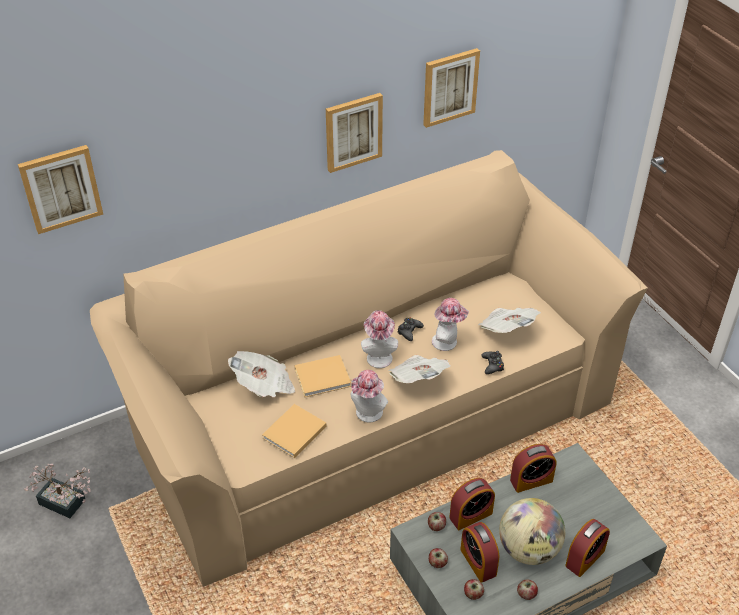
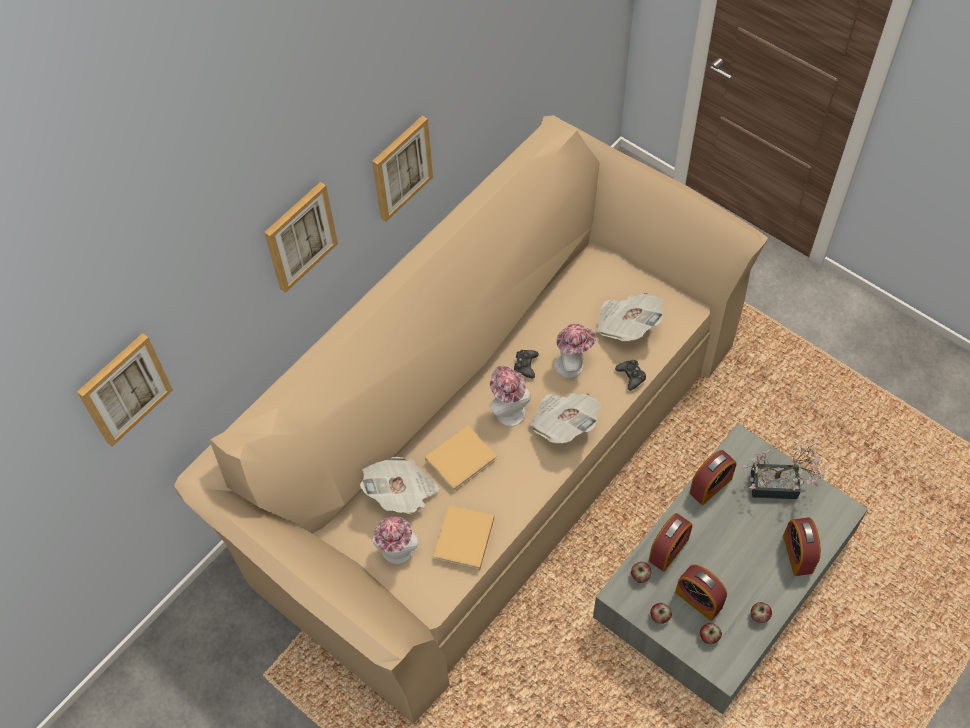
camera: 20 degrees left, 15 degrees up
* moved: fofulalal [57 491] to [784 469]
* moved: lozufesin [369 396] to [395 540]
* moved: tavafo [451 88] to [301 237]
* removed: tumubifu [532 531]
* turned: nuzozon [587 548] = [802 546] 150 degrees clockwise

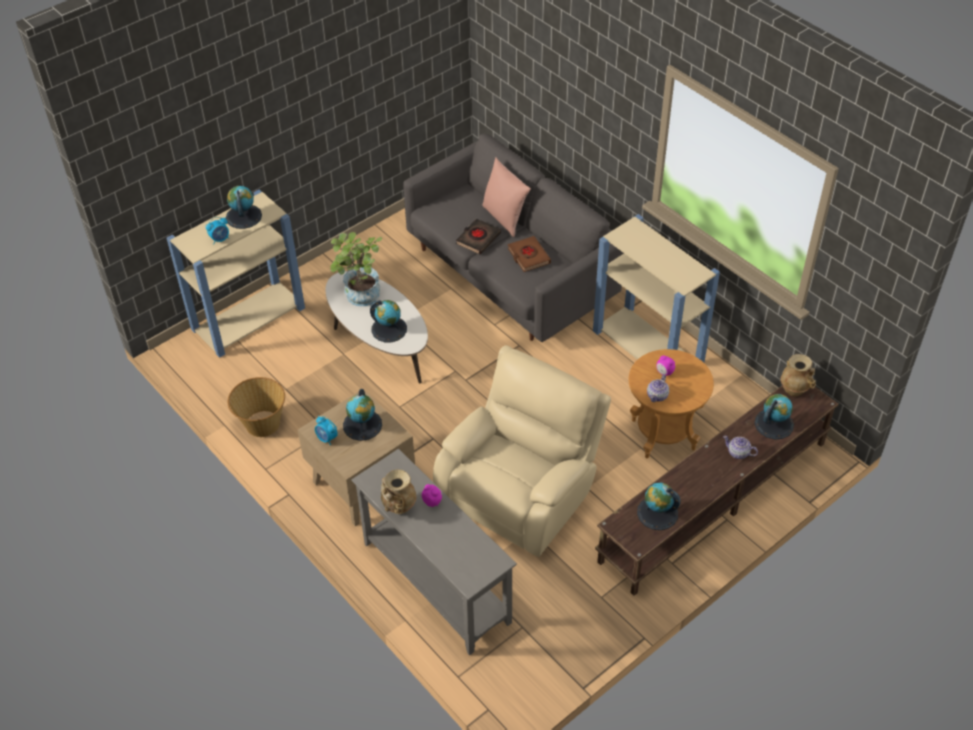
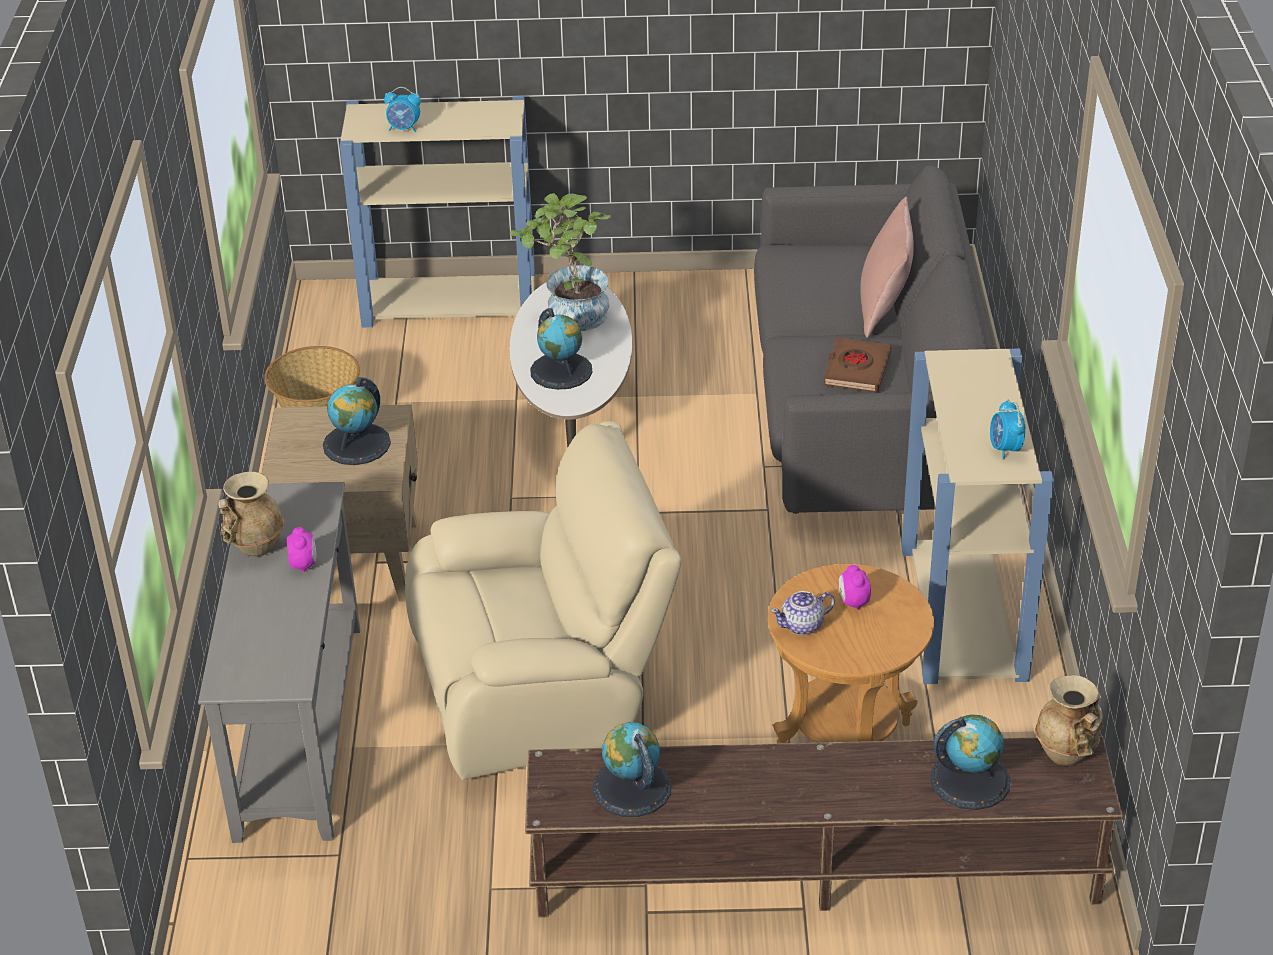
camera: 40 degrees right, 10 degrees down
* removed: tumubifu [244 207]
* moved: nuzozon [326 430] to [1008 429]
* removed: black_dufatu [478 237]
* removed: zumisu [740 447]

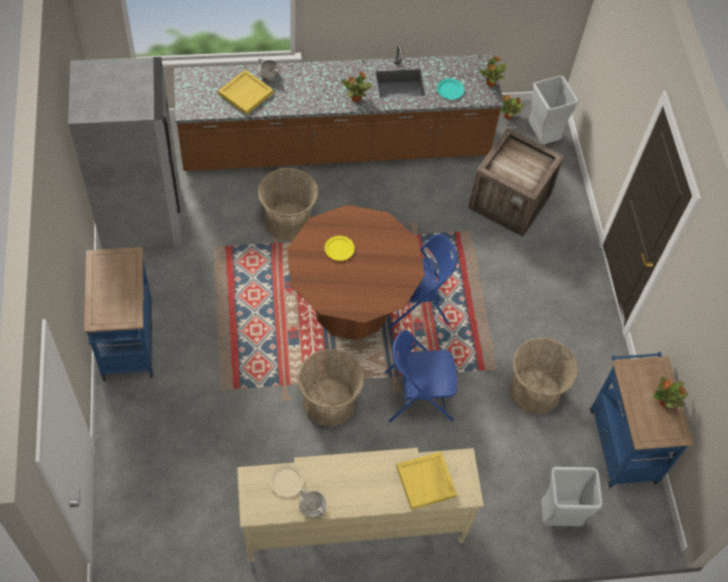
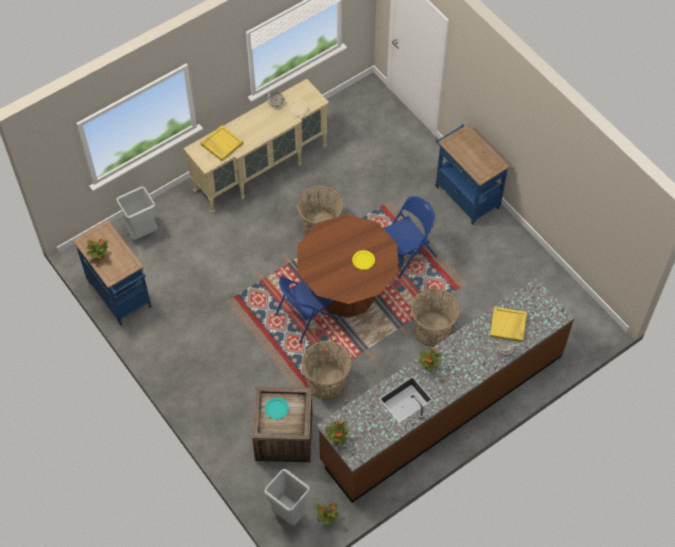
camera: 155 degrees right, 0 degrees up
* removed: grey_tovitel [125 153]
* moved: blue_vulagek [421 376] to [410 237]
* moved: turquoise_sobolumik [450 89] to [277 408]
* moved: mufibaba [543 376] to [326 370]

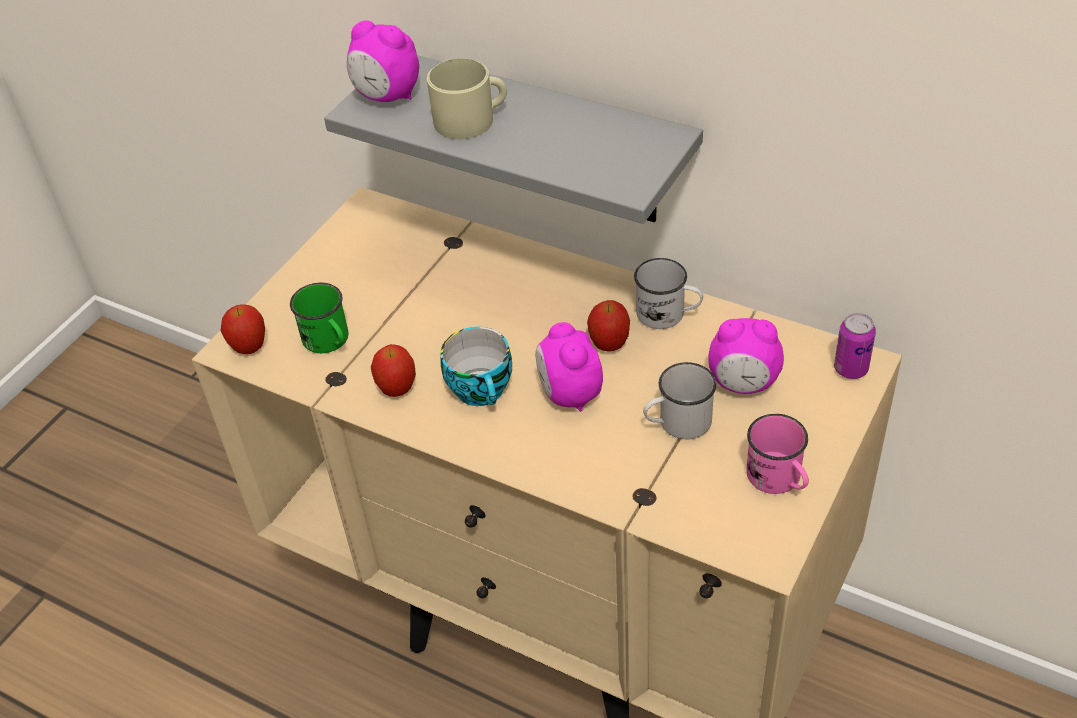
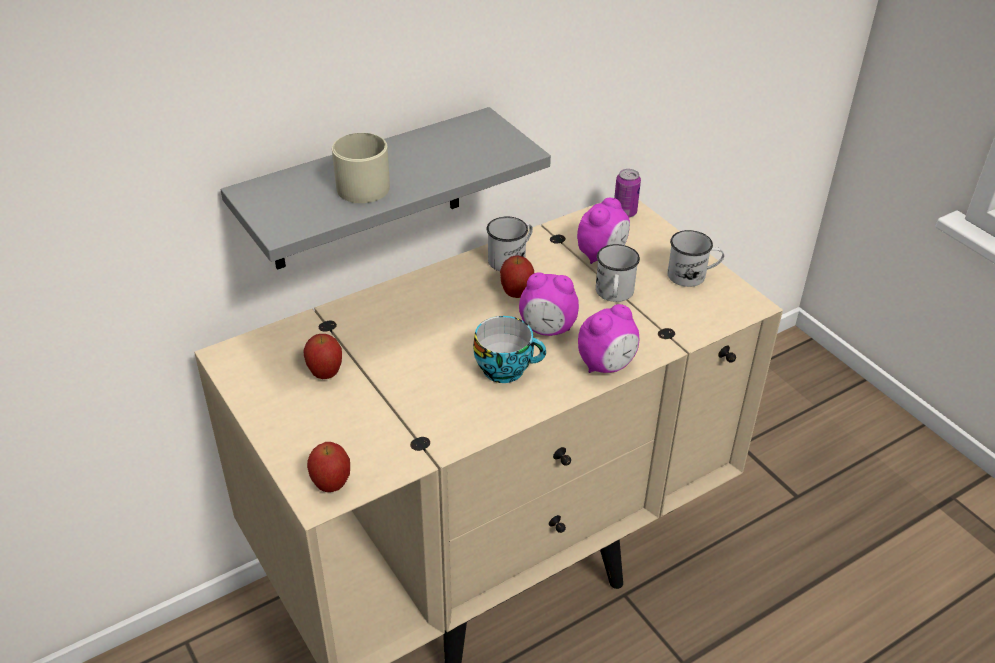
camera: 65 degrees left, 5 degrees down
* removed: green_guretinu [319 318]
* moved: nuzozon [383 61] to [608 338]
* moved: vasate [393 370] to [322 356]
* recoloured: pink_guretinu [777 454] to white_guretinu [696 258]

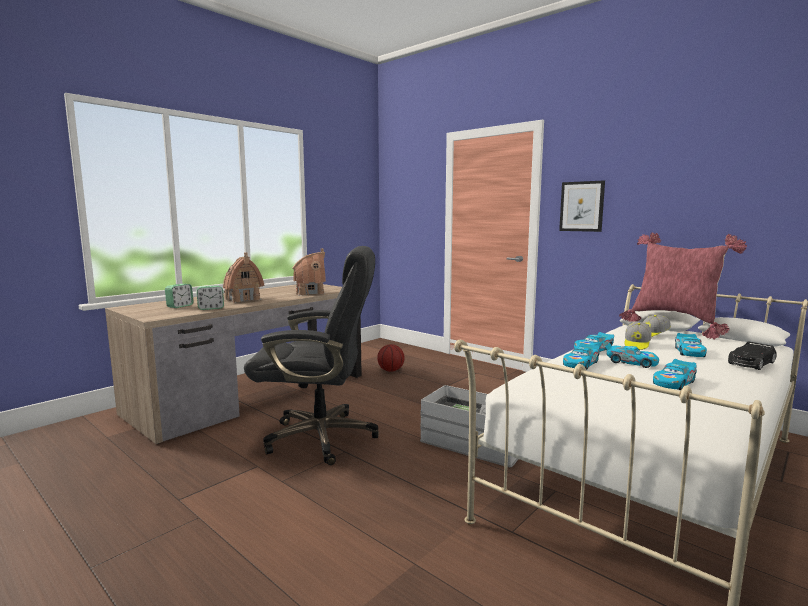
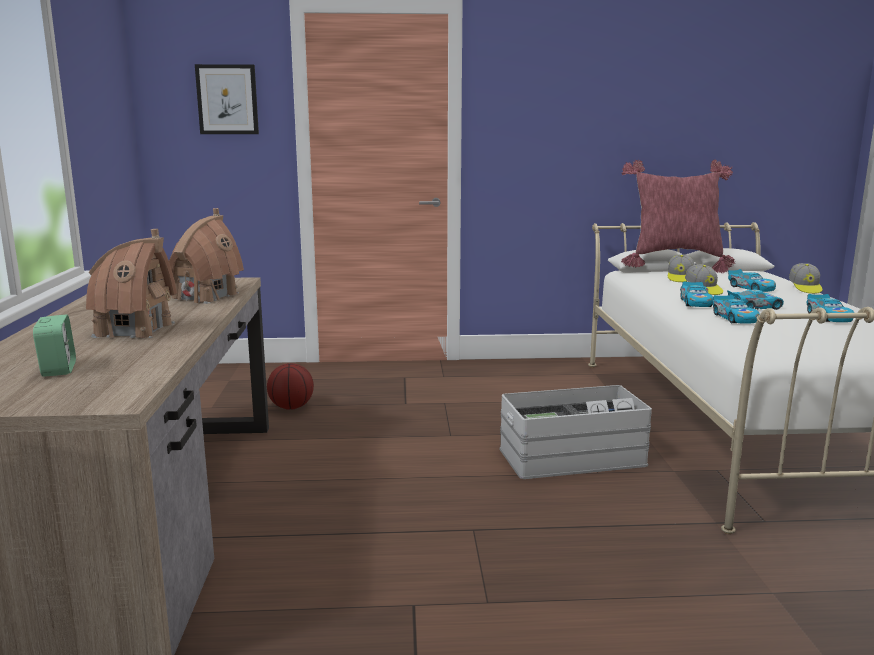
camera: 45 degrees left, 5 degrees up
* removed: nuzozon [210 298]
* removed: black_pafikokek [311 355]
* moved: tavafo [582 206] to [227 99]
* replaced: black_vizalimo [752 355] to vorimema [805 278]

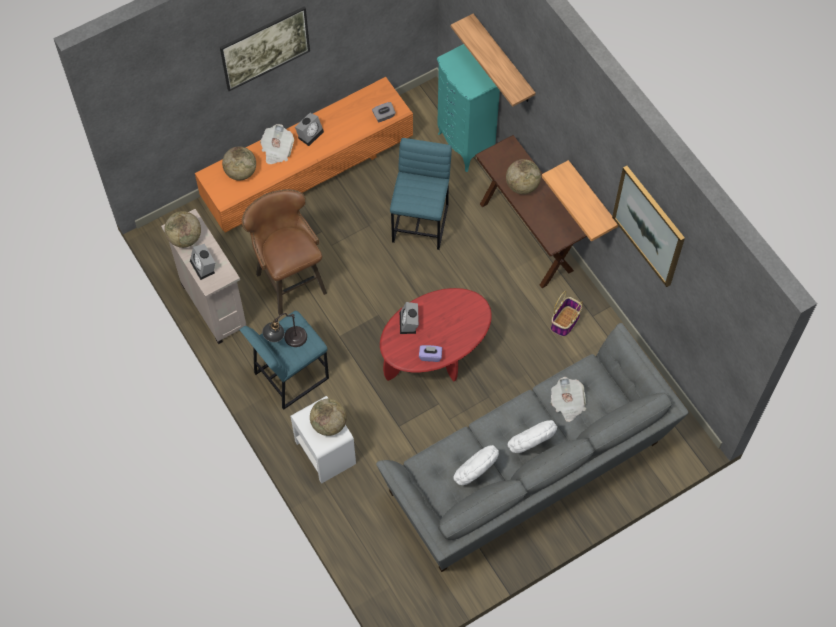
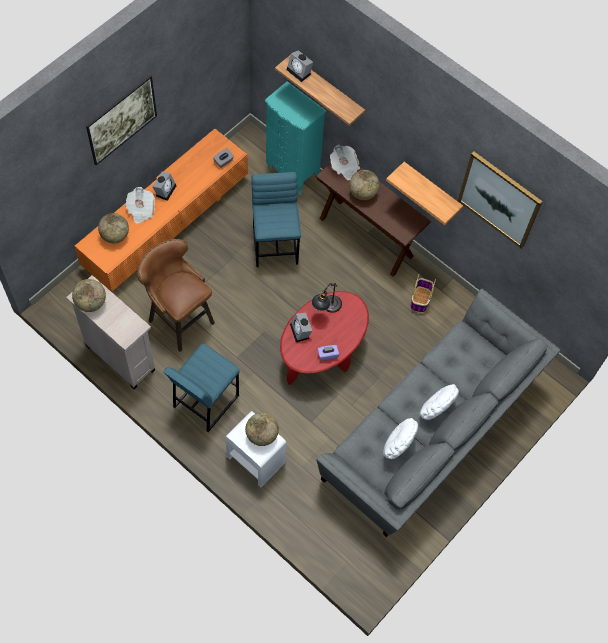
camera: 20 degrees left, 0 degrees up
* moved: nuzozon [202 262] to [300 66]
* moved: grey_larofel [284 330] to [326 298]
* moved: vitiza [568 399] to [345 162]

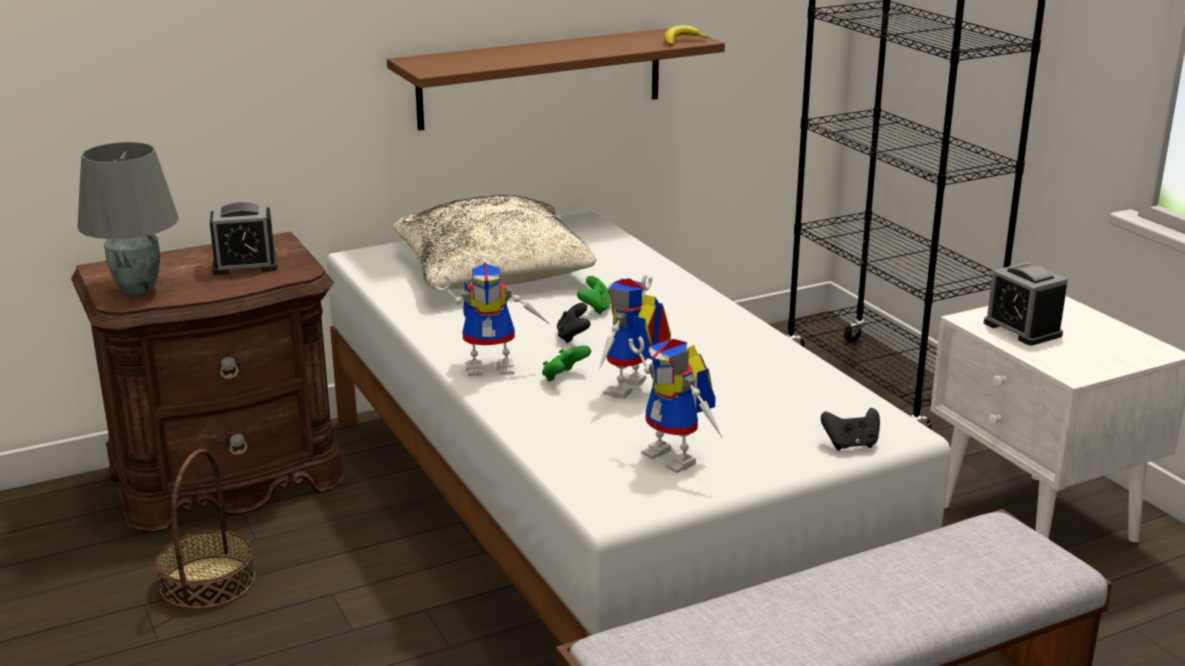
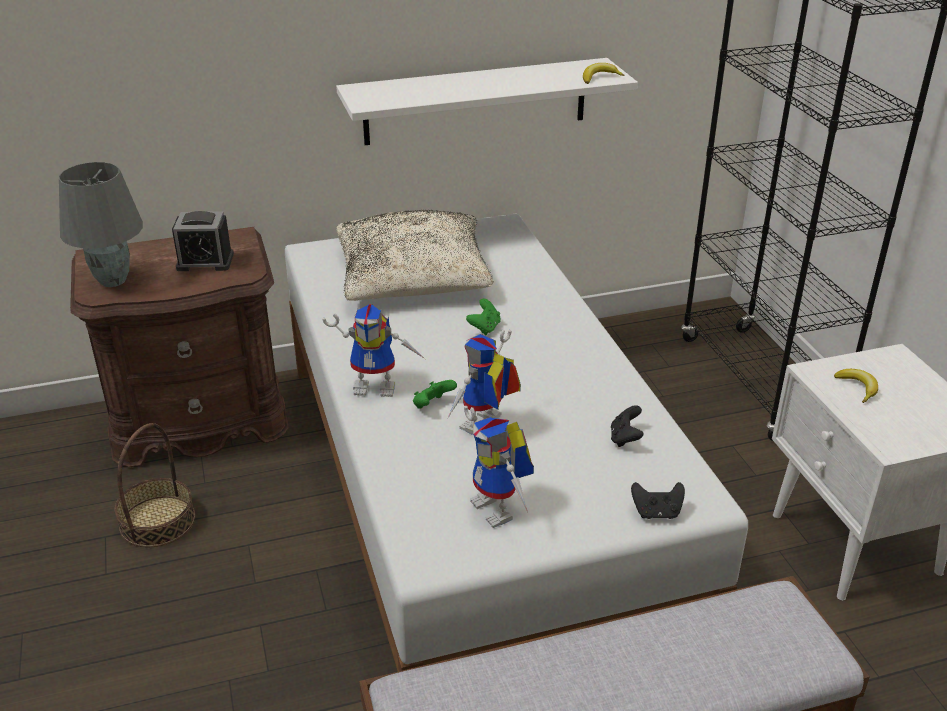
camera: 10 degrees right, 10 degrees up
* recoloured: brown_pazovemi [556 79] to white_pazovemi [487 101]
* moved: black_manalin [574 323] to [627 426]
* replaced: nuzozon [1026 303] to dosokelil [856 386]

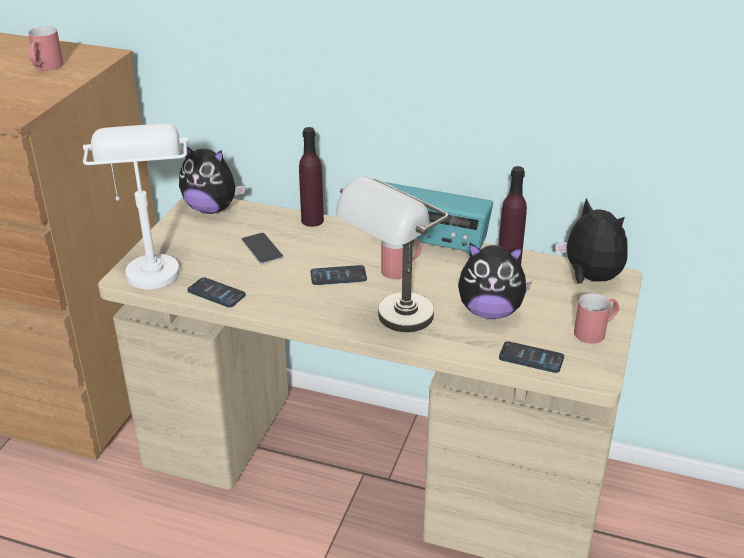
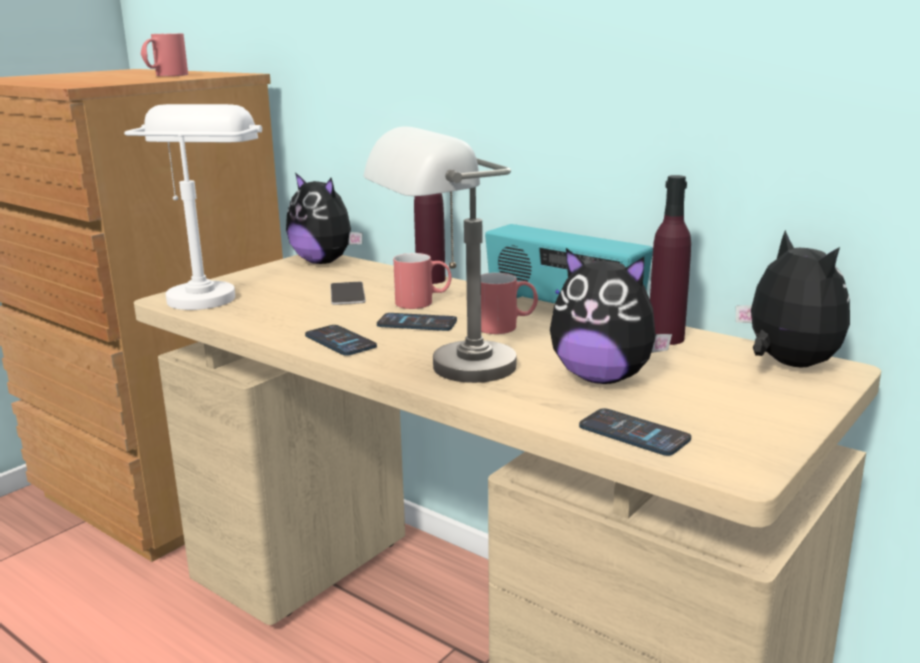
camera: 20 degrees right, 15 degrees down
* moved: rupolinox [216 292] to [341 340]
* moved: red_guretinu [596 318] to [422 281]

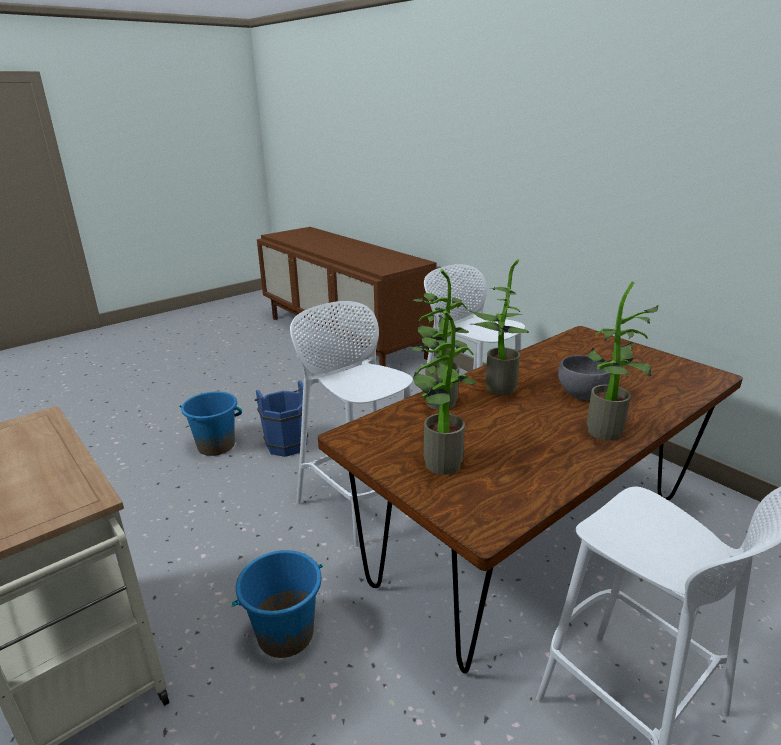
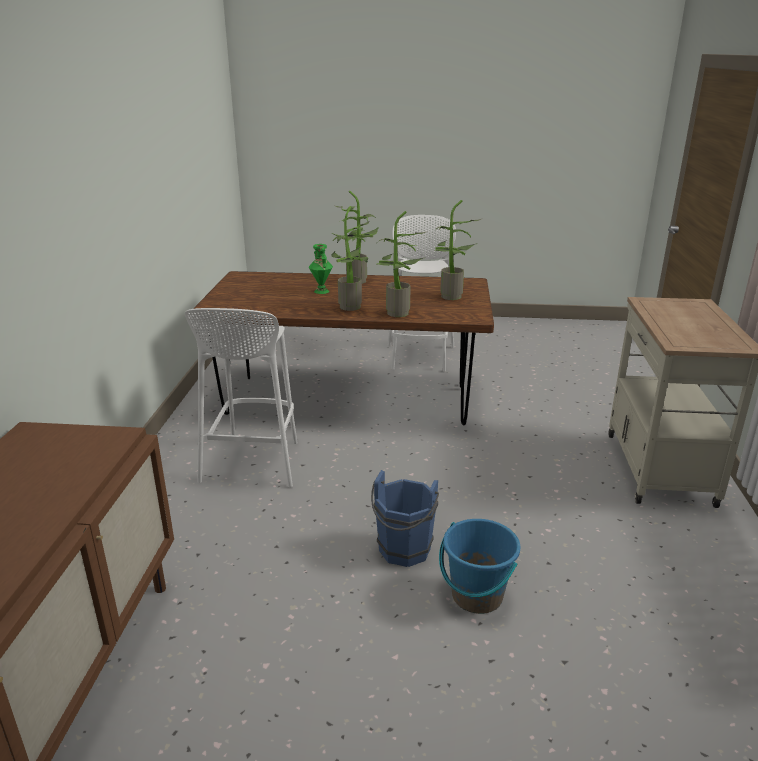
camera: 135 degrees left, 0 degrees up
* removed: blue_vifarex [277 604]
* removed: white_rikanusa [351 424]
* replaced: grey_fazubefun [584 377] to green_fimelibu [321 269]

